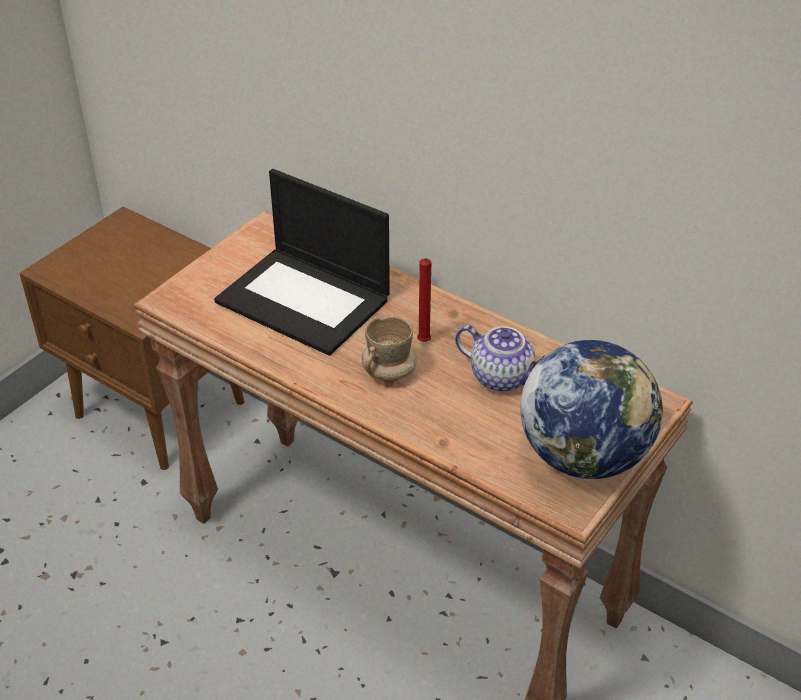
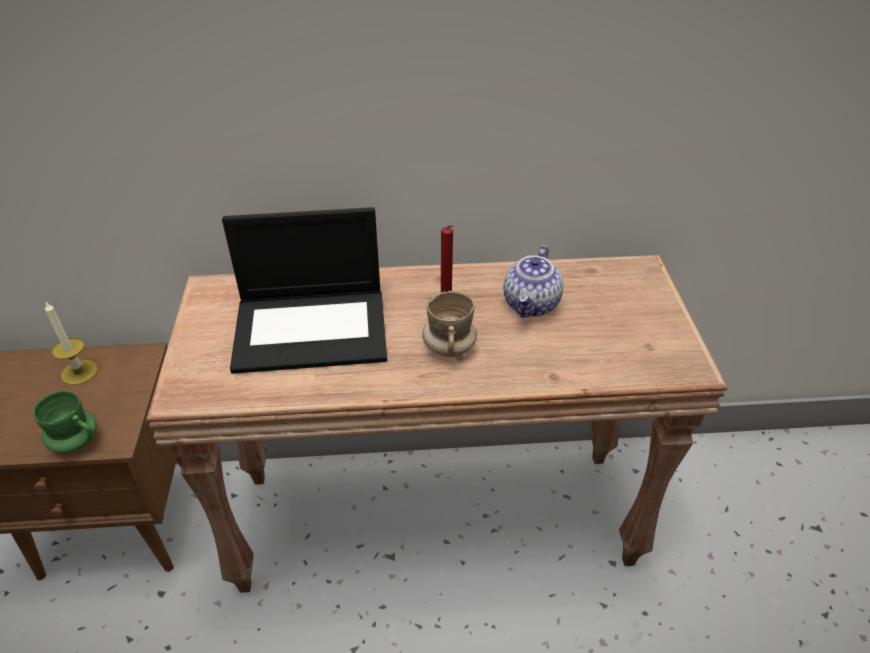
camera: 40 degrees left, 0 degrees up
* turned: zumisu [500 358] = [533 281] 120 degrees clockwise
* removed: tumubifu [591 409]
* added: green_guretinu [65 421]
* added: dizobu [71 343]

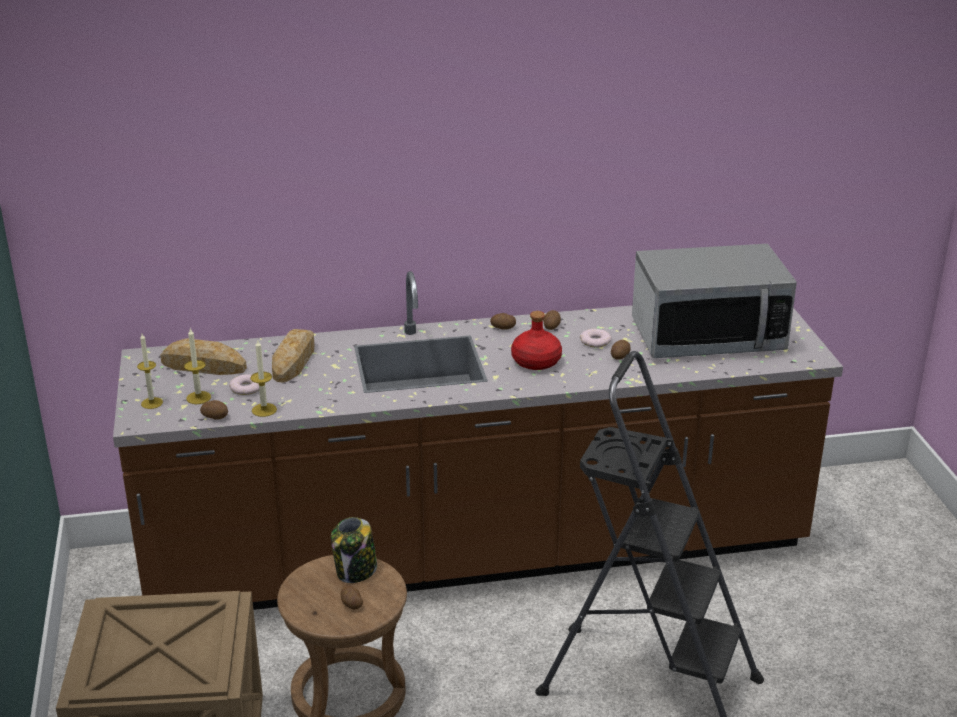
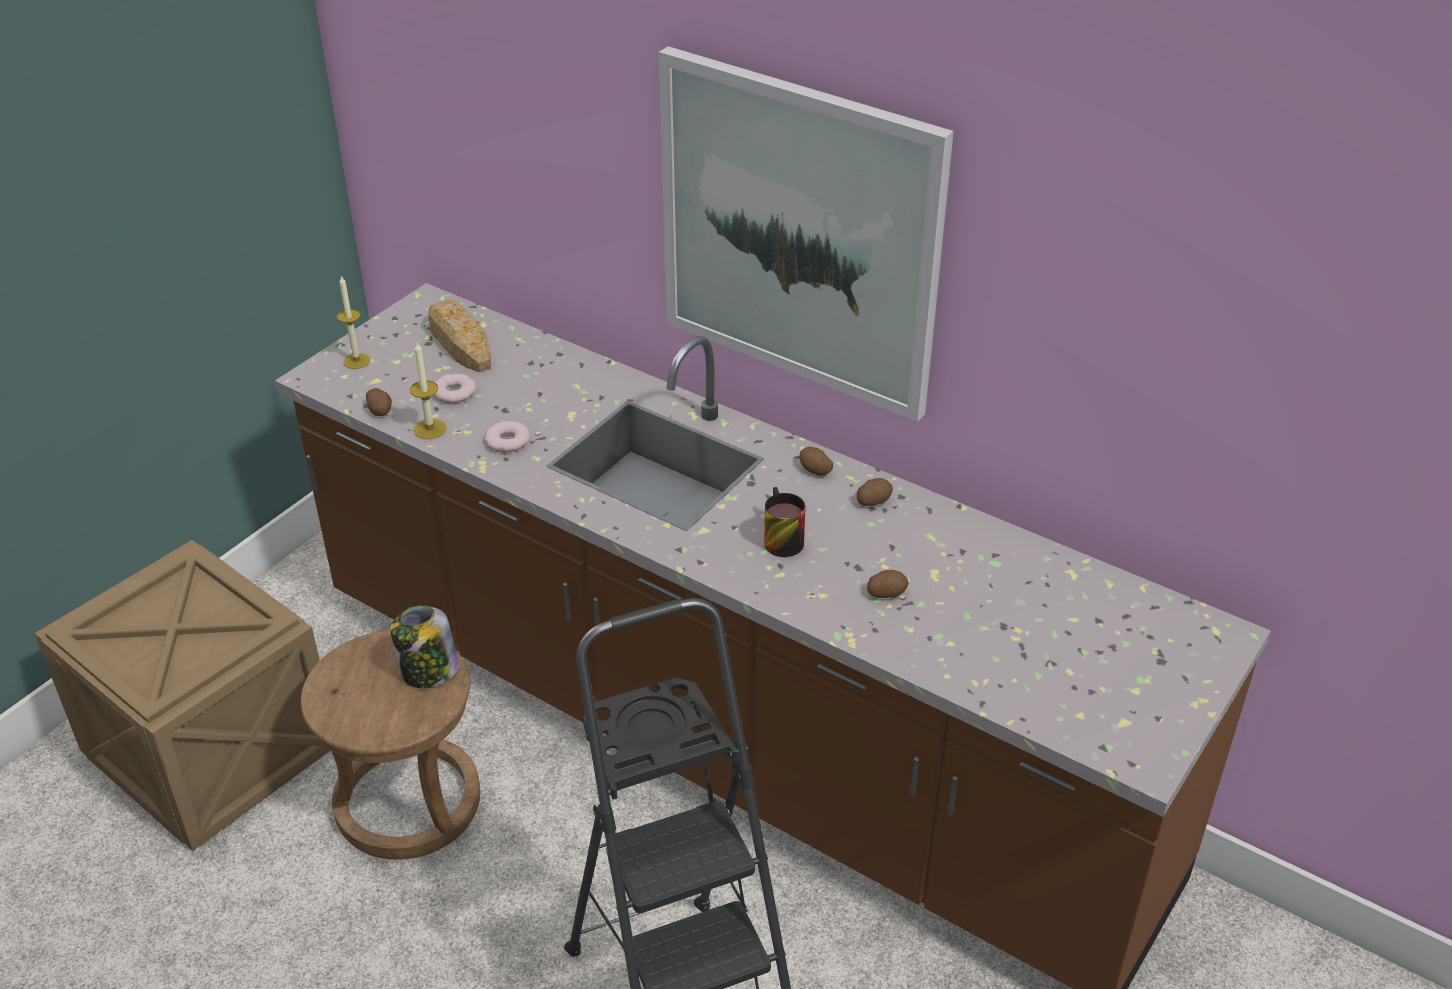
camera: 45 degrees right, 10 degrees up
* removed: dizobu [197 366]
* removed: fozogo [293 356]
* removed: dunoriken [352 597]
* replaced: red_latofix [536 340] to guretinu [785 522]
* moved: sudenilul [595 338] to [507 436]
* removed: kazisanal [714 301]
* added: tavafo [806 234]

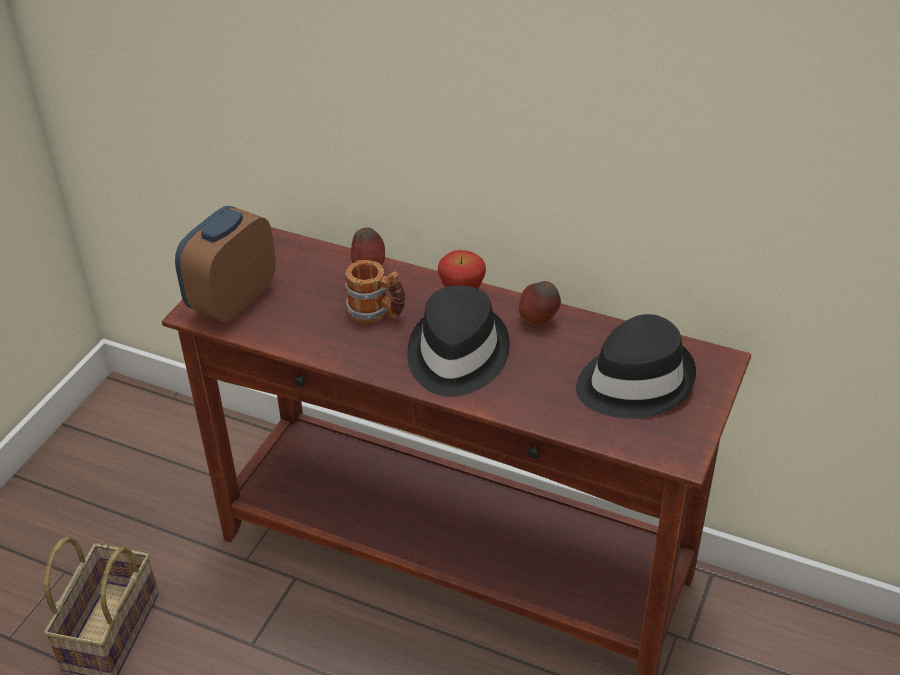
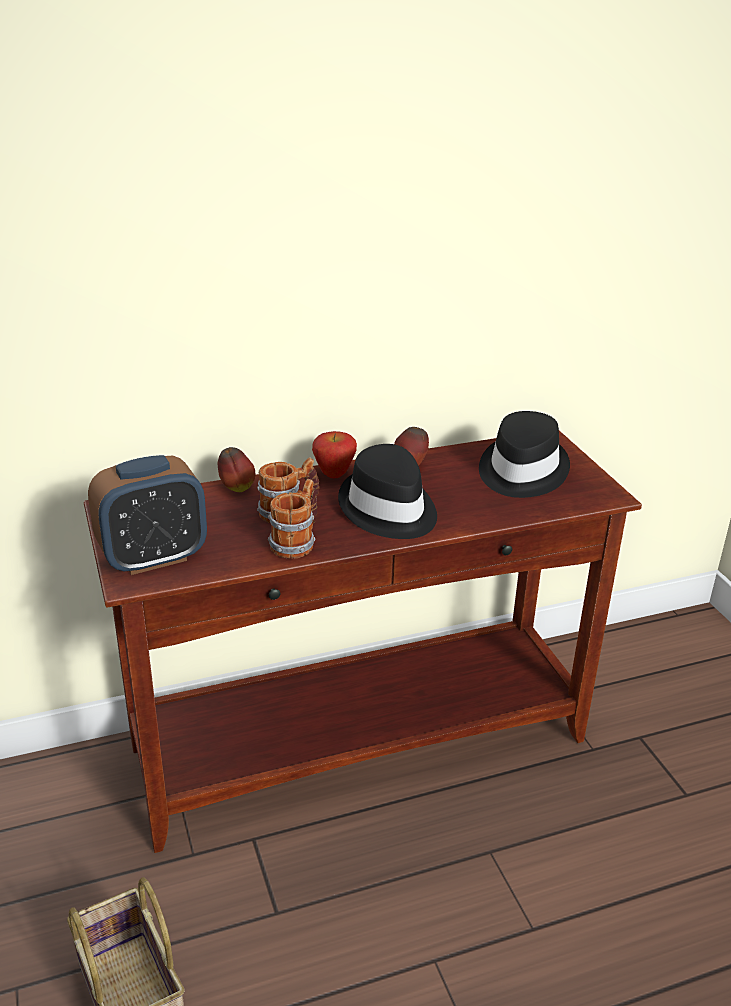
camera: 45 degrees left, 10 degrees down
* turned: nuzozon [225 264] = [147 515] 105 degrees counterclockwise
* added: guretinu [292 519]

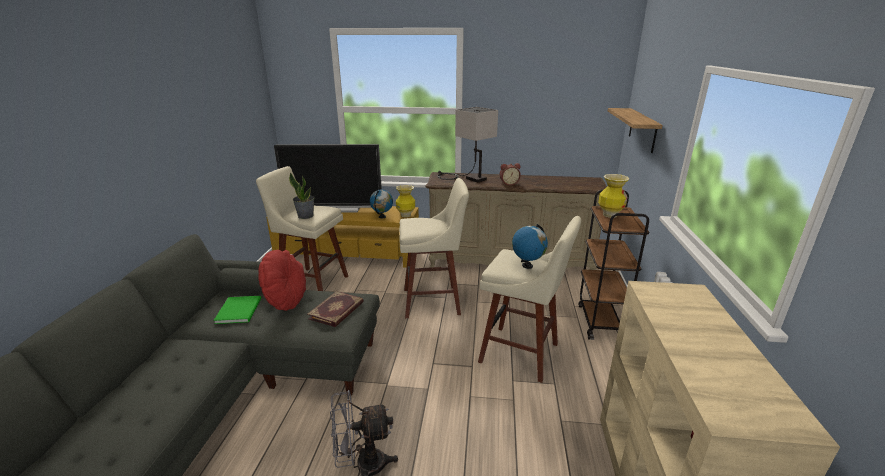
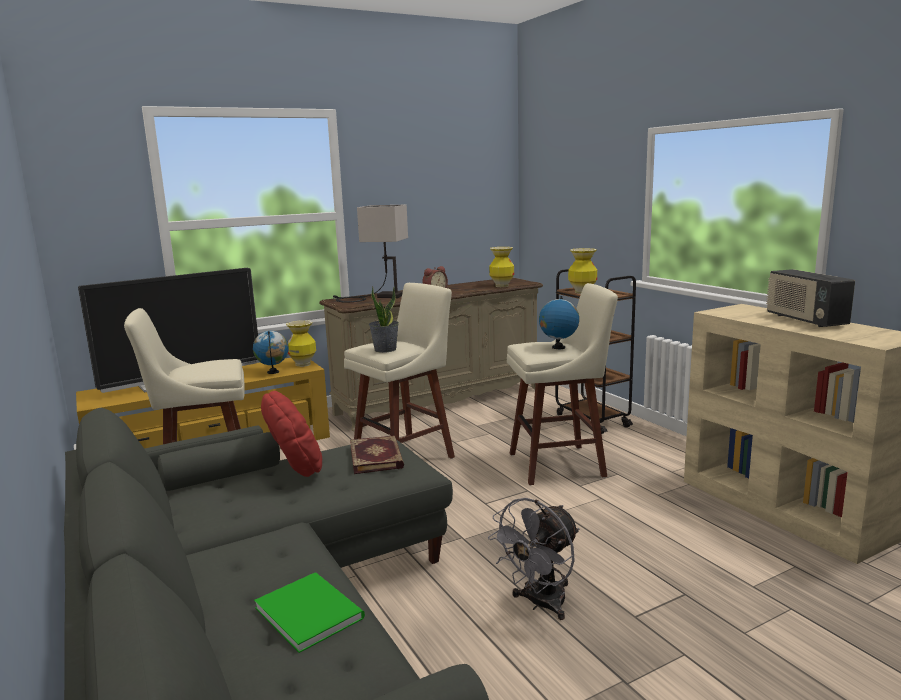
camera: 35 degrees left, 10 degrees down
* moved: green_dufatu [237 310] to [309 612]
* moved: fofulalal [301 196] to [384 319]
* removed: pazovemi [635 130]
* added: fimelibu [501 267]
* added: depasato [810 298]

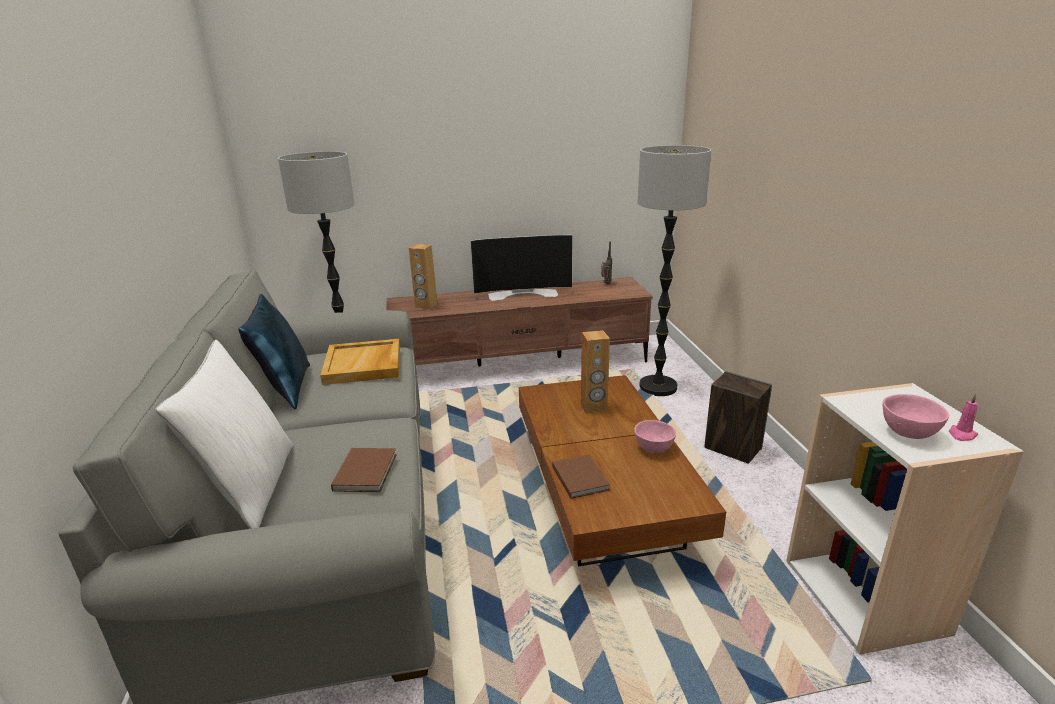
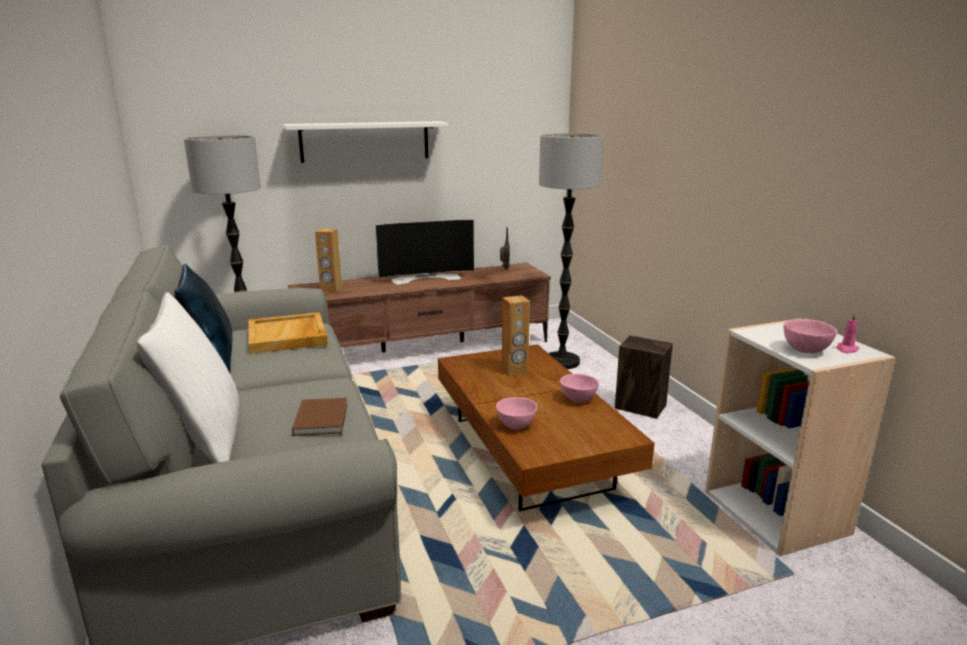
camera: 10 degrees left, 5 degrees down
* replaced: brown_dufatu [581 477] to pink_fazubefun [516 413]
* added: white_pazovemi [365 142]

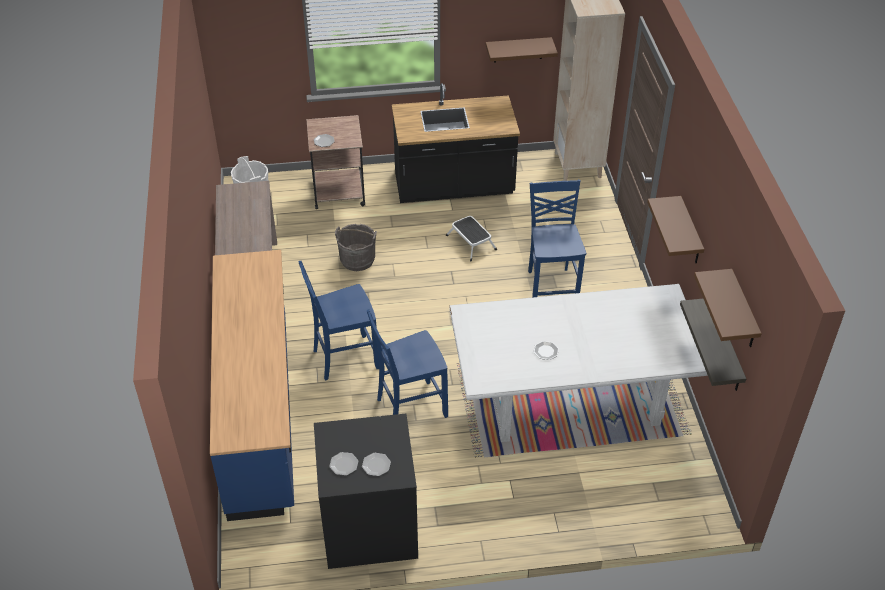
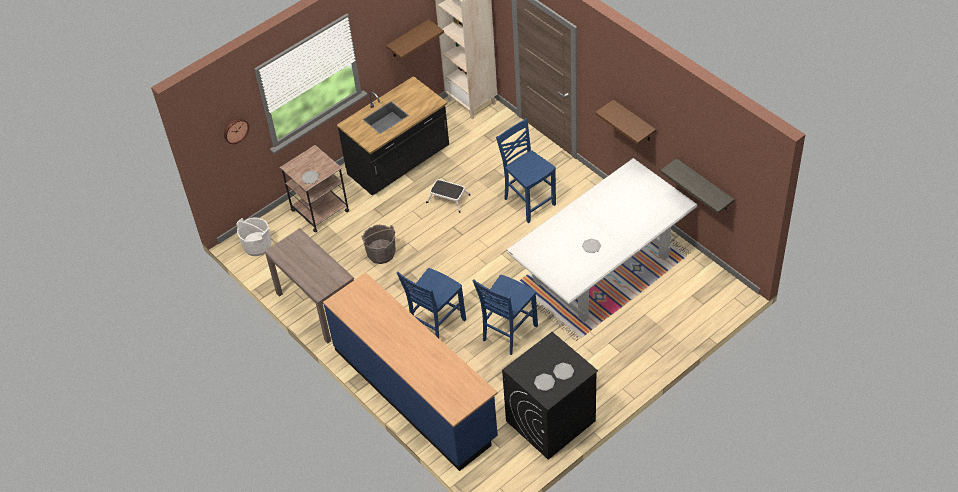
camera: 30 degrees left, 5 degrees up
* removed: brown_pazovemi [728 308]
* added: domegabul [236 131]

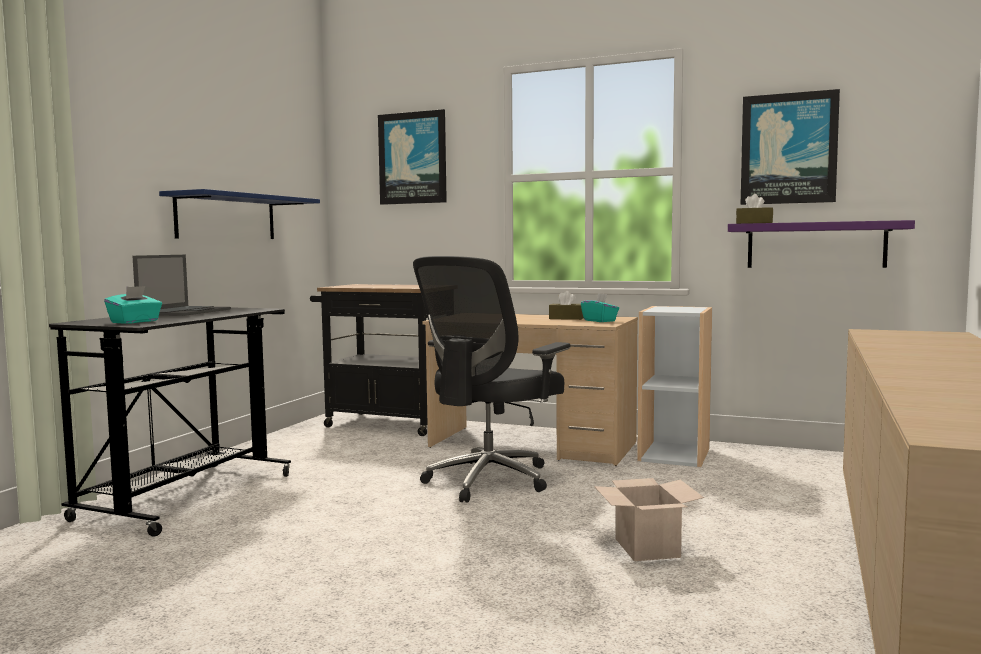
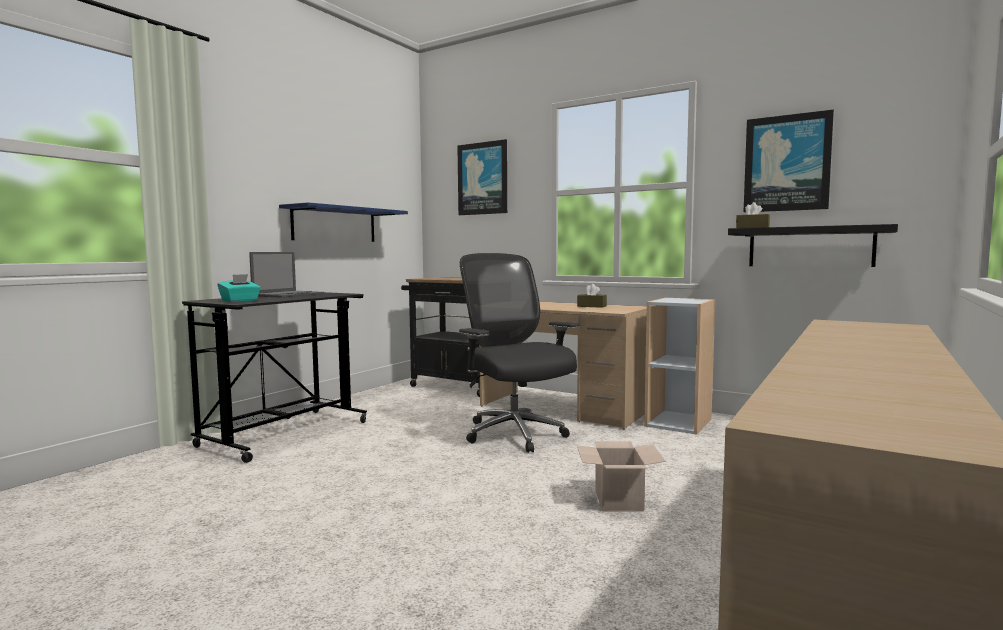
camera: 10 degrees right, 0 degrees up
* turned: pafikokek [492 379] = [519 353] 105 degrees clockwise
* removed: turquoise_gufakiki [600 307]
* recoloured: purple_pazovemi [821 244] to black_pazovemi [813 245]

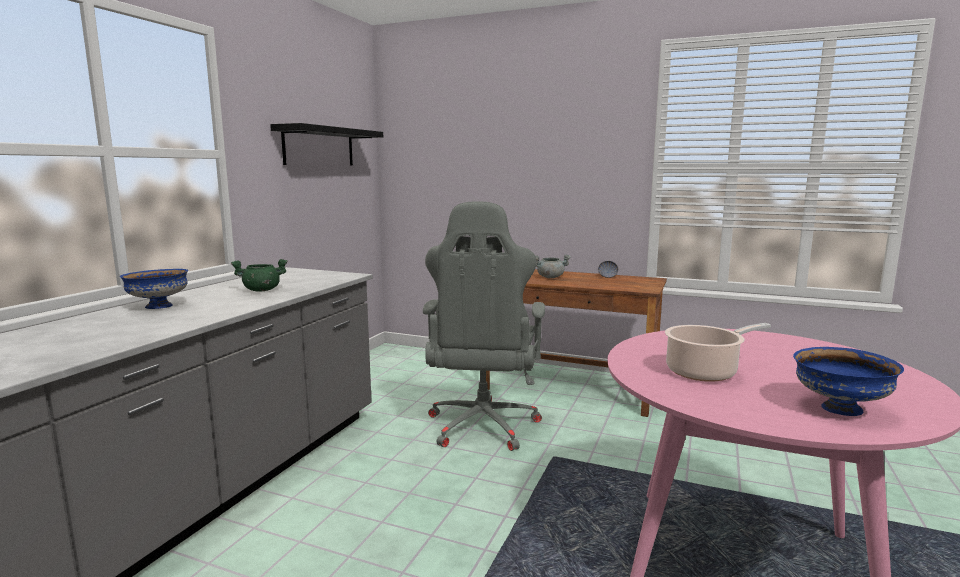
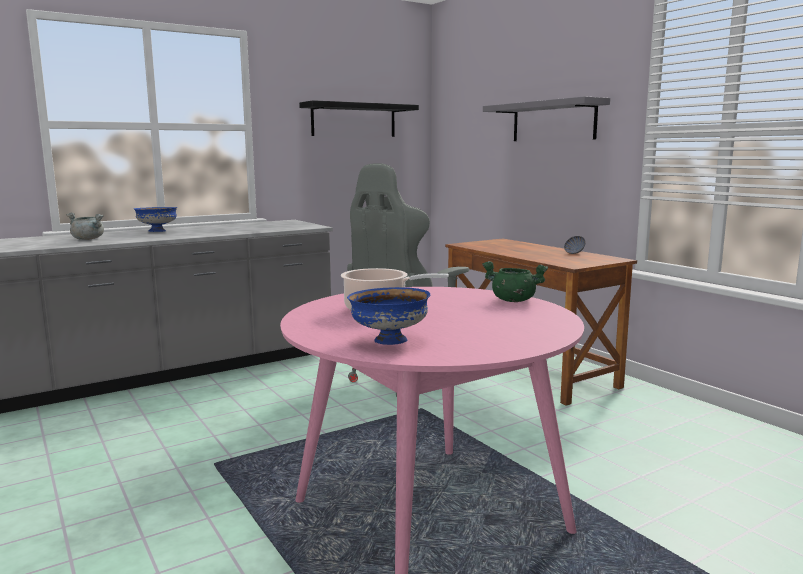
camera: 35 degrees right, 0 degrees up
* moved: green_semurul [259 275] to [515 281]
* moved: grey_semurul [553 266] to [85 226]
* added: grey_pazovemi [546 118]

